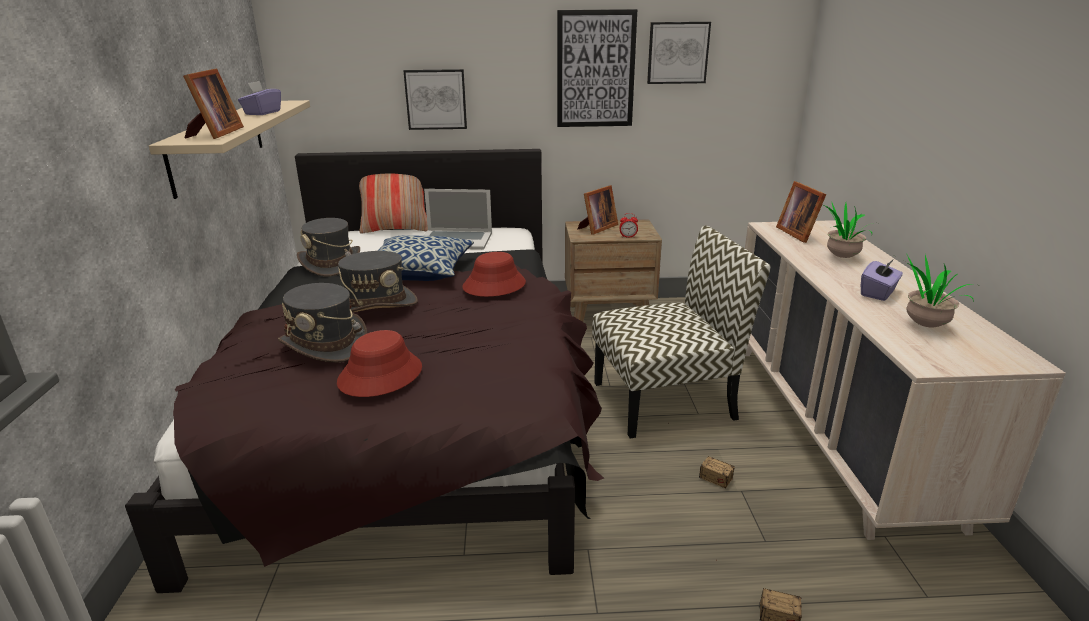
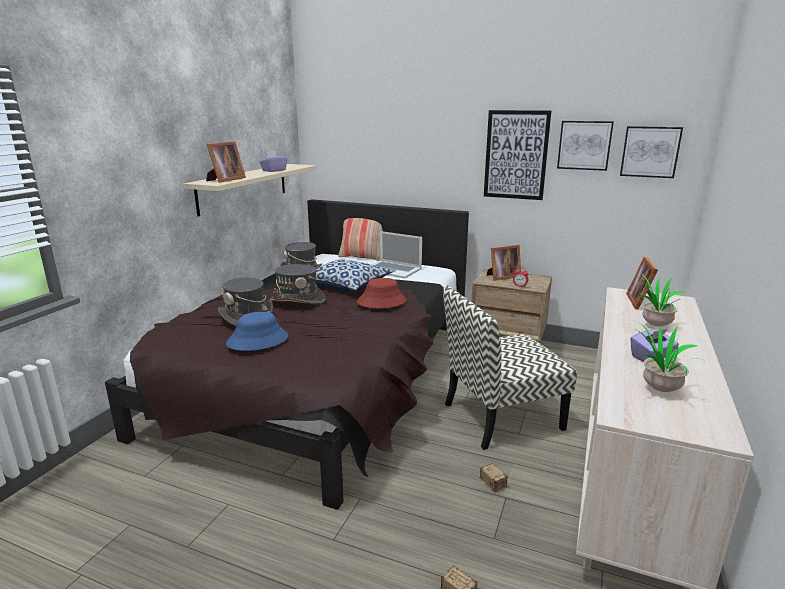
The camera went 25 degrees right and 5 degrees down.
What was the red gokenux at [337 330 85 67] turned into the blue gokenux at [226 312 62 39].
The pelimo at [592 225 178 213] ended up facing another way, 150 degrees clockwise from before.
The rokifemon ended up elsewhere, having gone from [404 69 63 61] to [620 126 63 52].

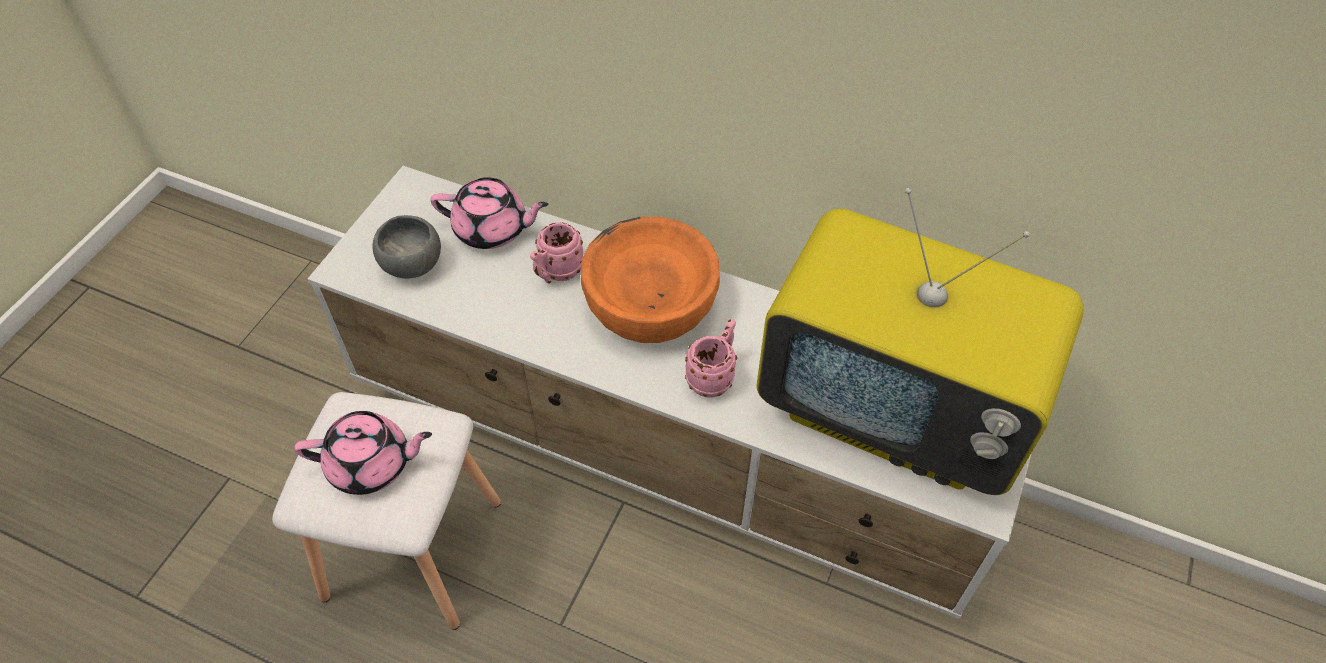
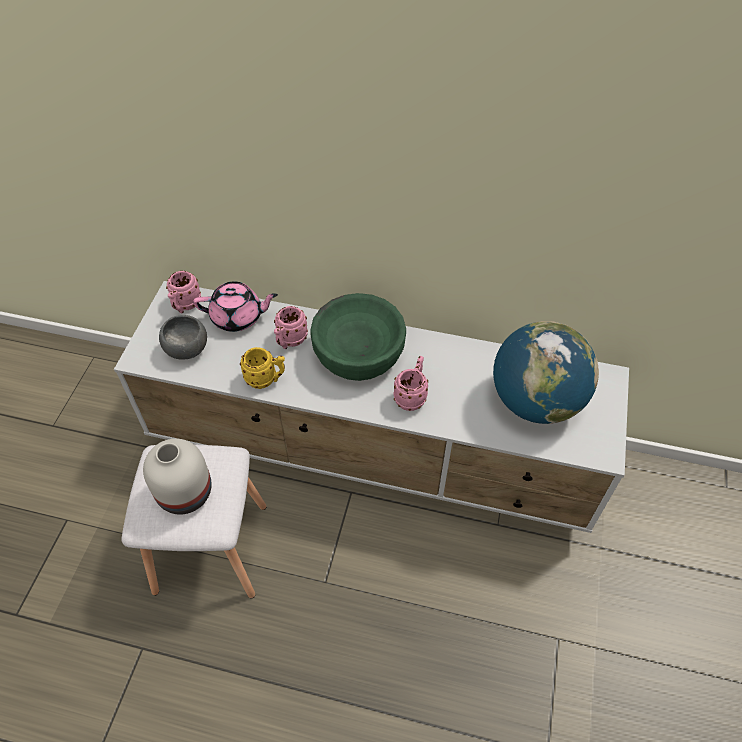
The camera went 10 degrees left and 0 degrees up.
Where the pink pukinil stood at [294 411 138 84], the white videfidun came to stand at [143 439 69 76].
The second view gained the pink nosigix at [166 271 35 42].
The second view gained the yellow nosigix at [240 347 45 42].
What was the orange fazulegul at [581 217 139 126] turned into the green fazulegul at [310 293 96 88].
Where the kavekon stood at [756 188 328 307], the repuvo came to stand at [493 321 106 103].

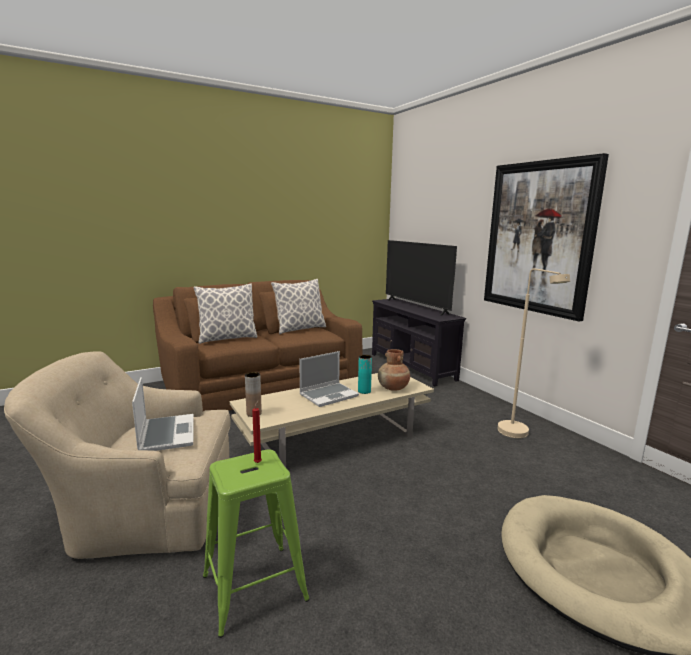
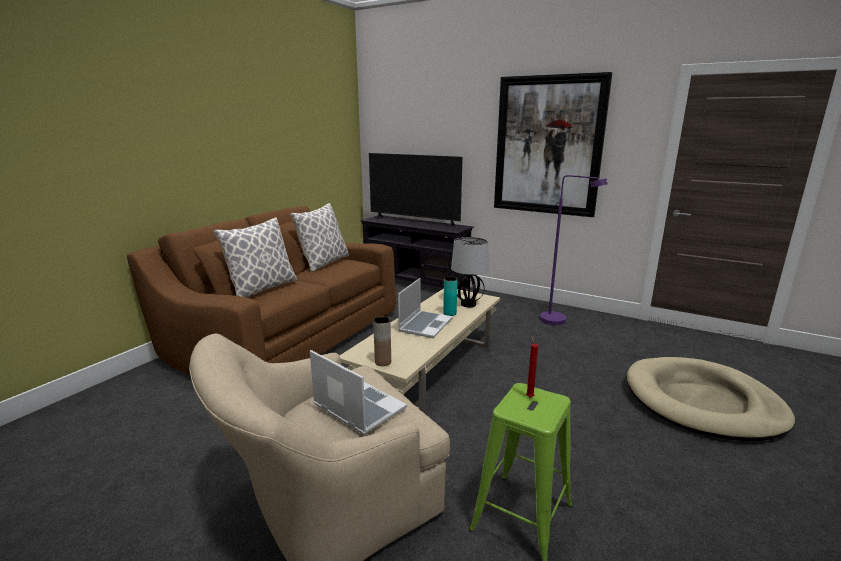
The camera went 30 degrees left and 5 degrees up.
Where the brown videfidun stood at [378 349 32 42], the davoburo came to stand at [451 237 38 70].
What was the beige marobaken at [497 269 73 169] turned into the purple marobaken at [540 175 68 151].

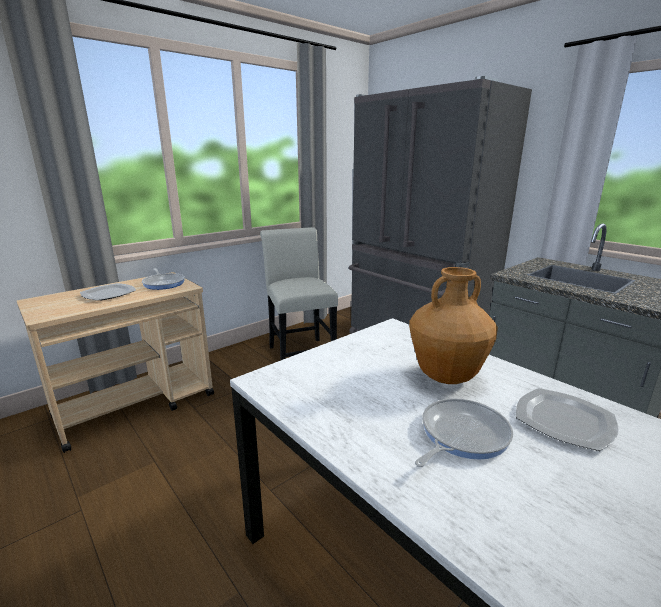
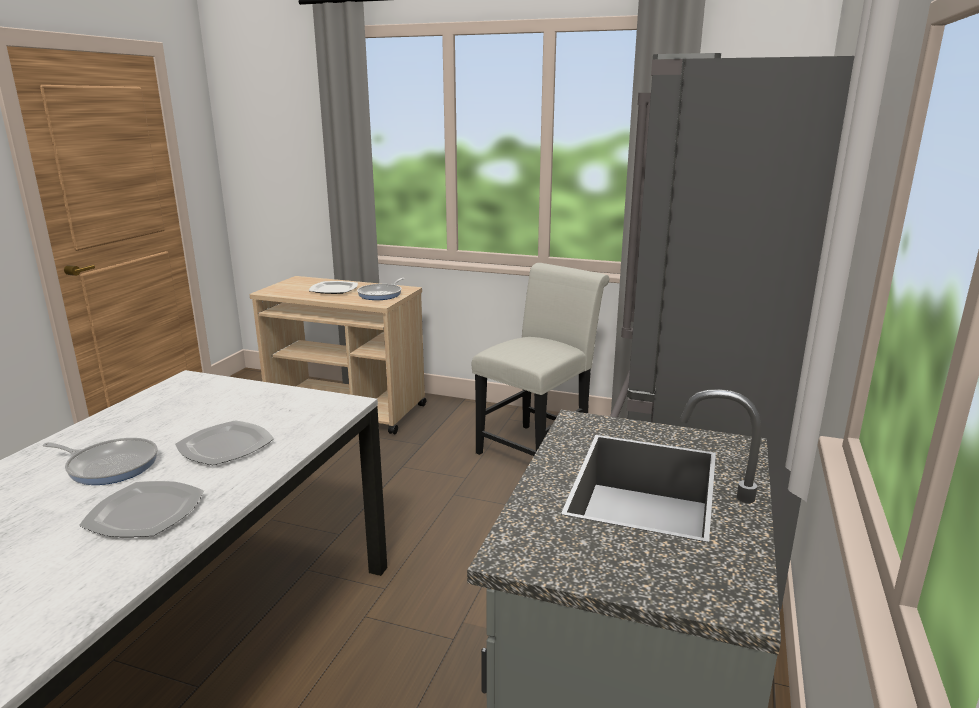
The camera went 60 degrees right and 0 degrees up.
Where the brown videfidun stood at [409 267 89 117], the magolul came to stand at [175 420 99 45].

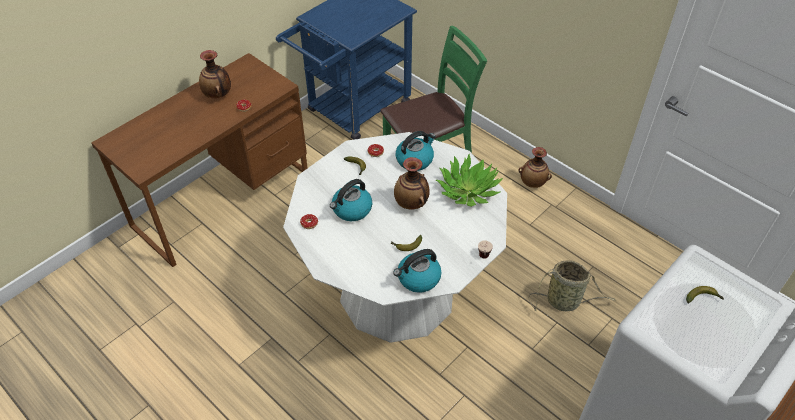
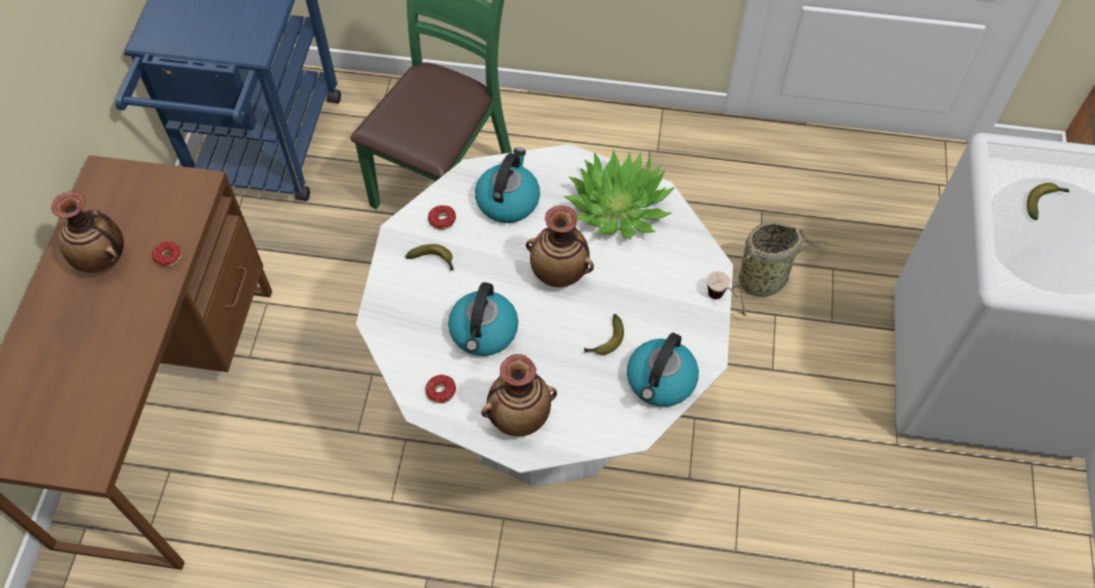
The camera went 35 degrees left and 10 degrees up.
The videfidun ended up elsewhere, having gone from [518 147 34 41] to [481 354 76 82].

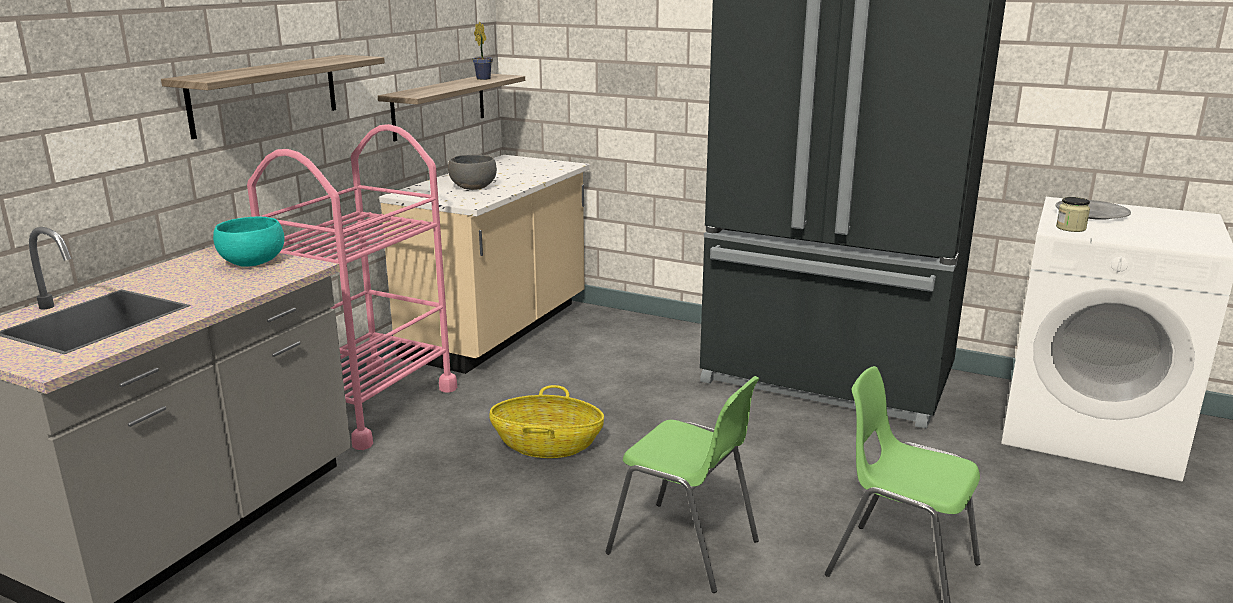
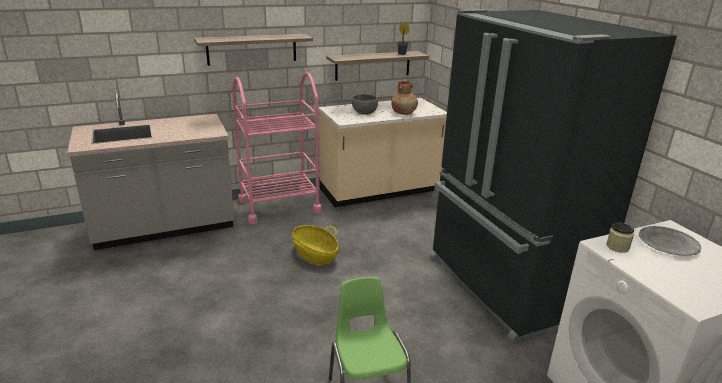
The camera went 40 degrees right and 5 degrees up.
The second view gained the brown videfidun at [391 81 27 34].
The second view lost the turquoise fazulegul at [213 217 71 50].
The second view lost the green pelimo at [606 376 153 217].

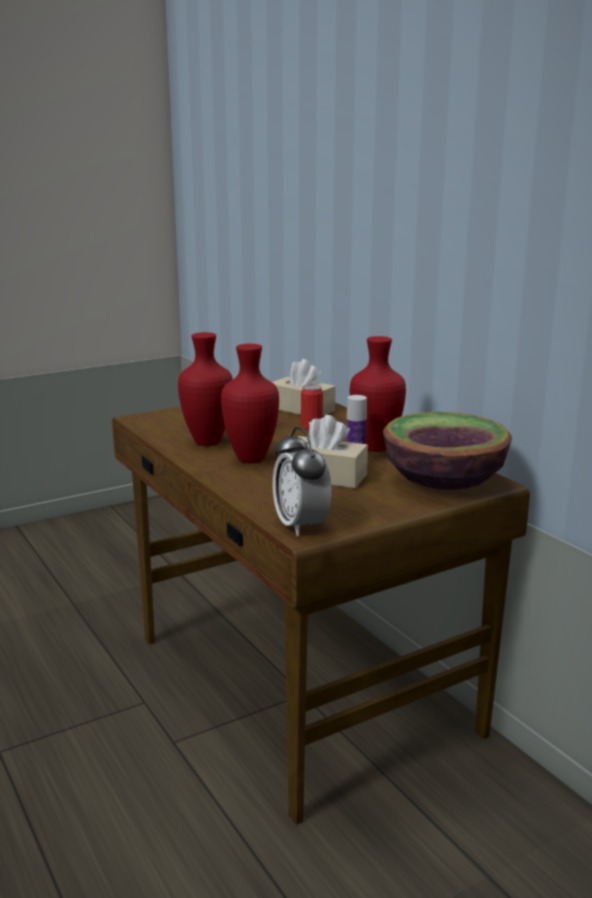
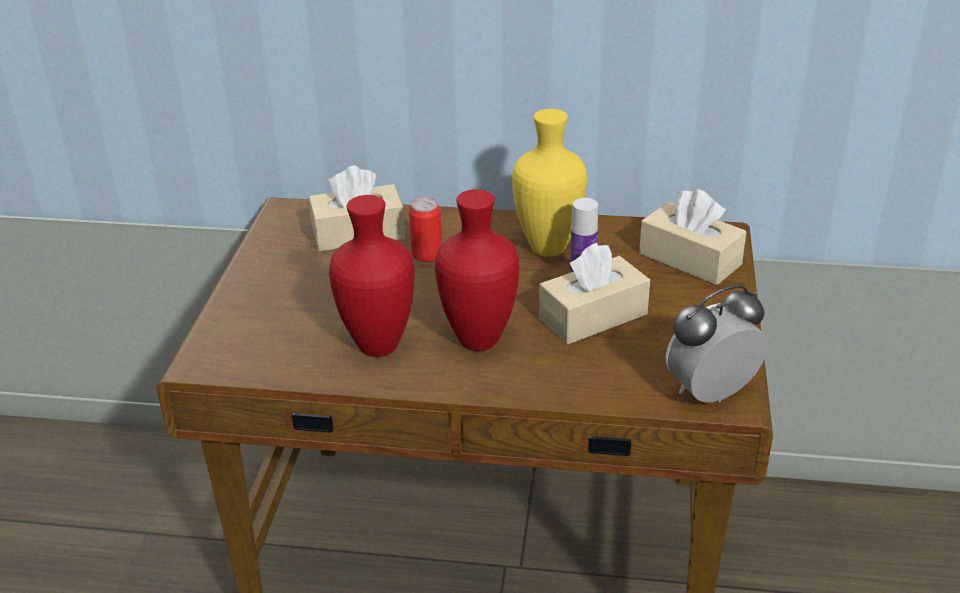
The camera went 50 degrees left and 15 degrees up.
What was the red videfidun at [350 336 56 116] turned into the yellow videfidun at [512 109 75 148].
Where the fazulegul stood at [383 412 129 78], the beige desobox came to stand at [639 189 107 96].
The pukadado at [273 427 59 109] ended up facing another way, 135 degrees clockwise from before.

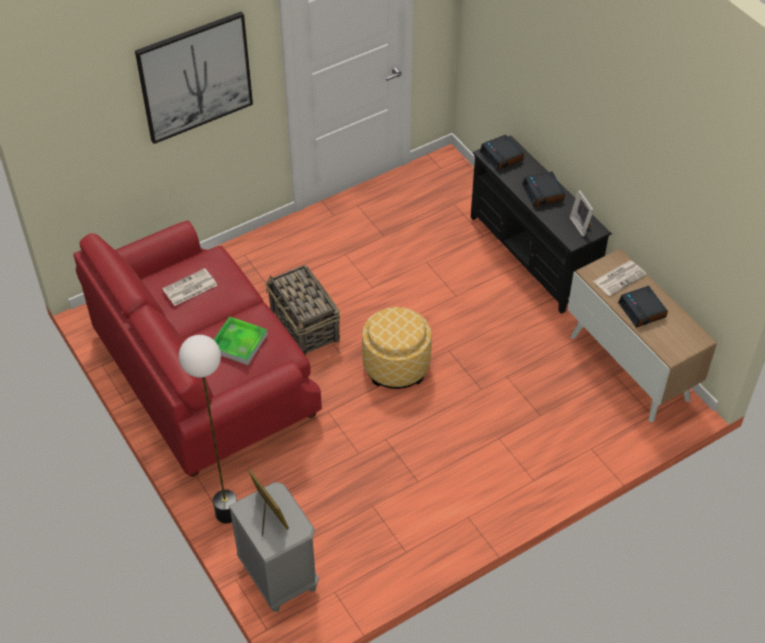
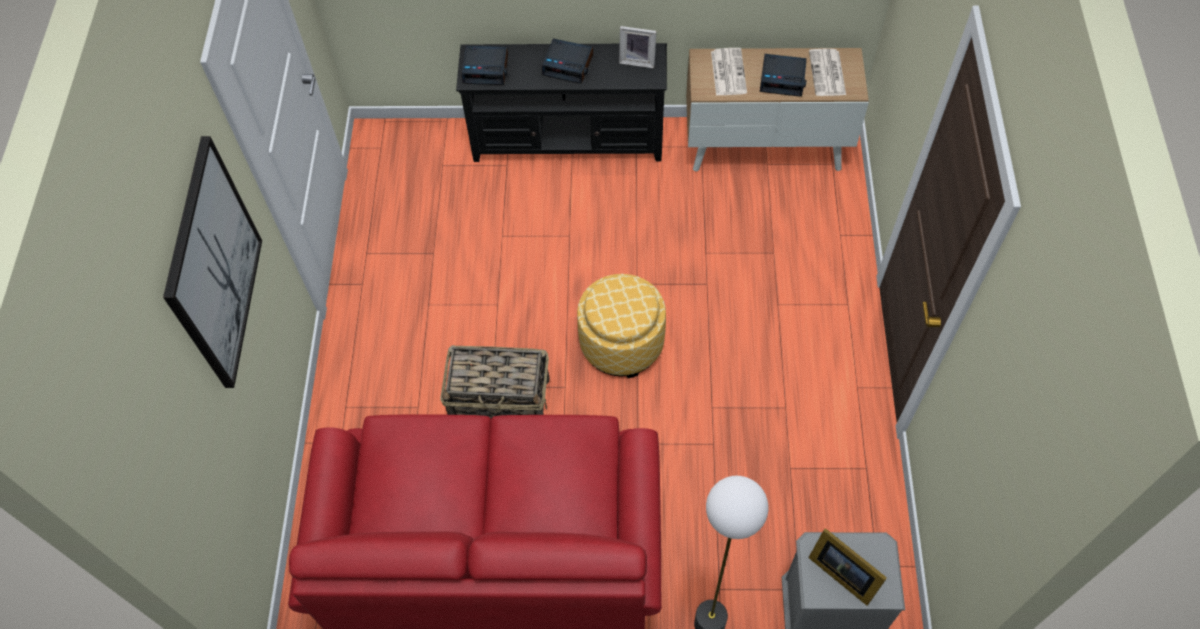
The camera went 55 degrees left and 10 degrees up.
The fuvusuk at [248 469 41 67] ended up facing another way, 135 degrees counterclockwise from before.
The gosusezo ended up elsewhere, having gone from [162 268 55 38] to [809 49 37 47].
The second view lost the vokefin at [214 316 54 49].

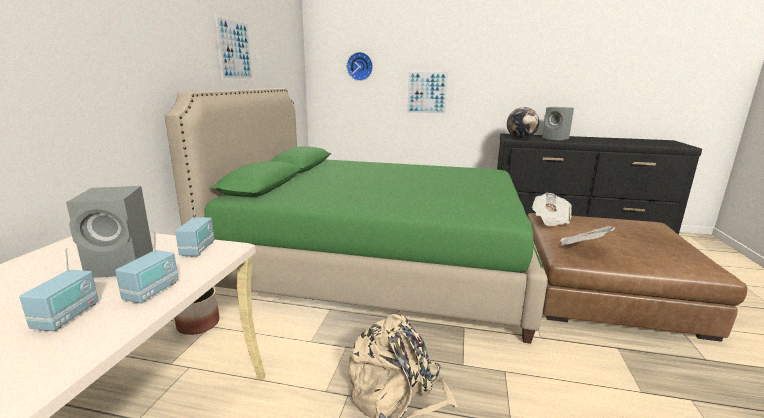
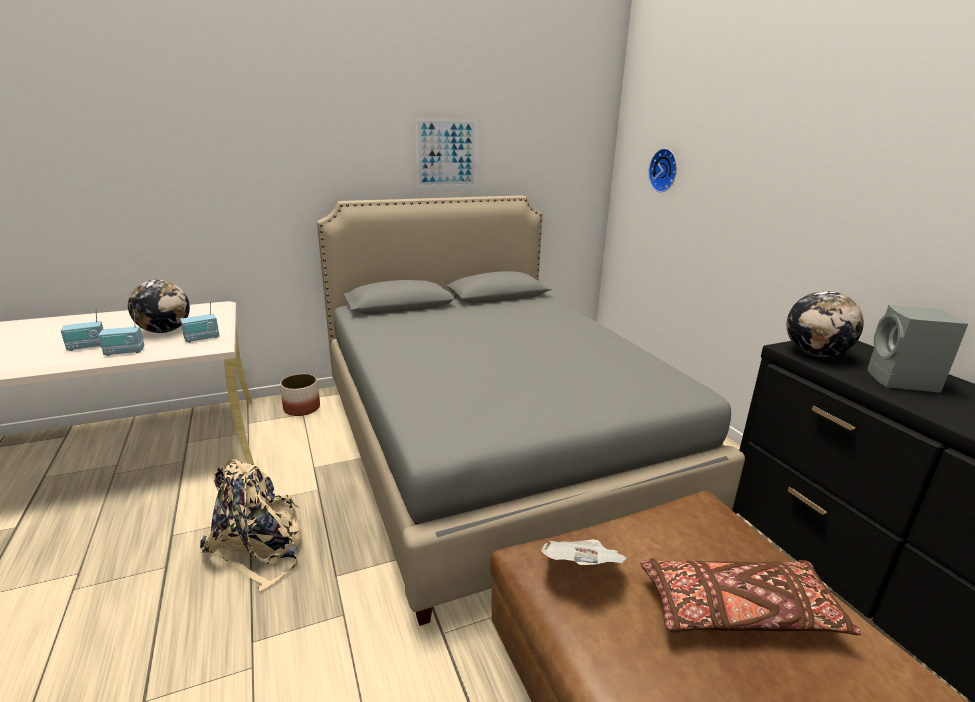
The camera went 55 degrees right and 5 degrees up.
Where the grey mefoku stood at [66 186 87 92], the repuvo came to stand at [128 280 62 53].
What was the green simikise at [165 88 383 256] turned into the grey simikise at [317 195 428 431].
The second view gained the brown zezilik at [640 558 222 77].
The second view lost the rokifemon at [406 71 44 44].
The second view lost the gosusezo at [532 193 40 33].

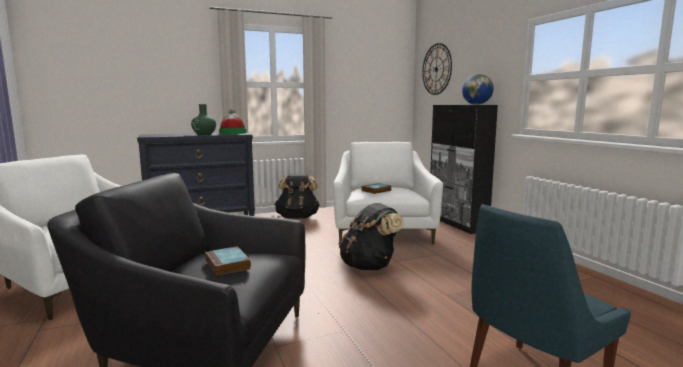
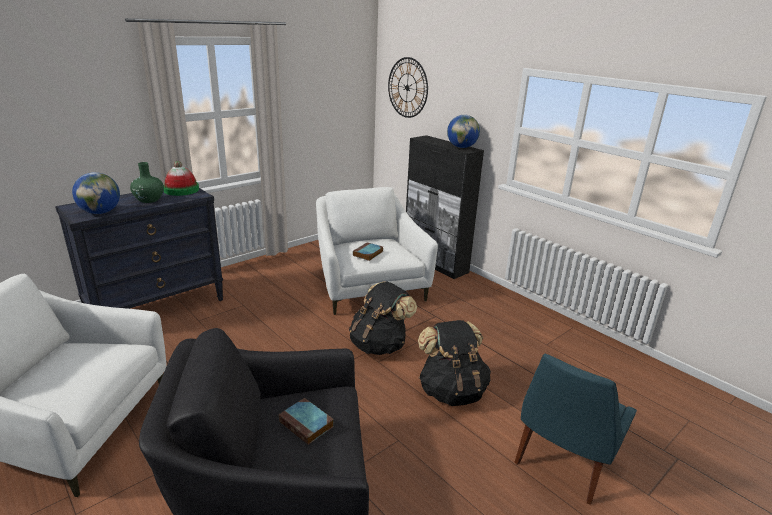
The camera went 20 degrees left and 15 degrees up.
The second view gained the repuvo at [72 172 48 42].
The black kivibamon ended up elsewhere, having gone from [275 174 45 45] to [418 320 73 86].

